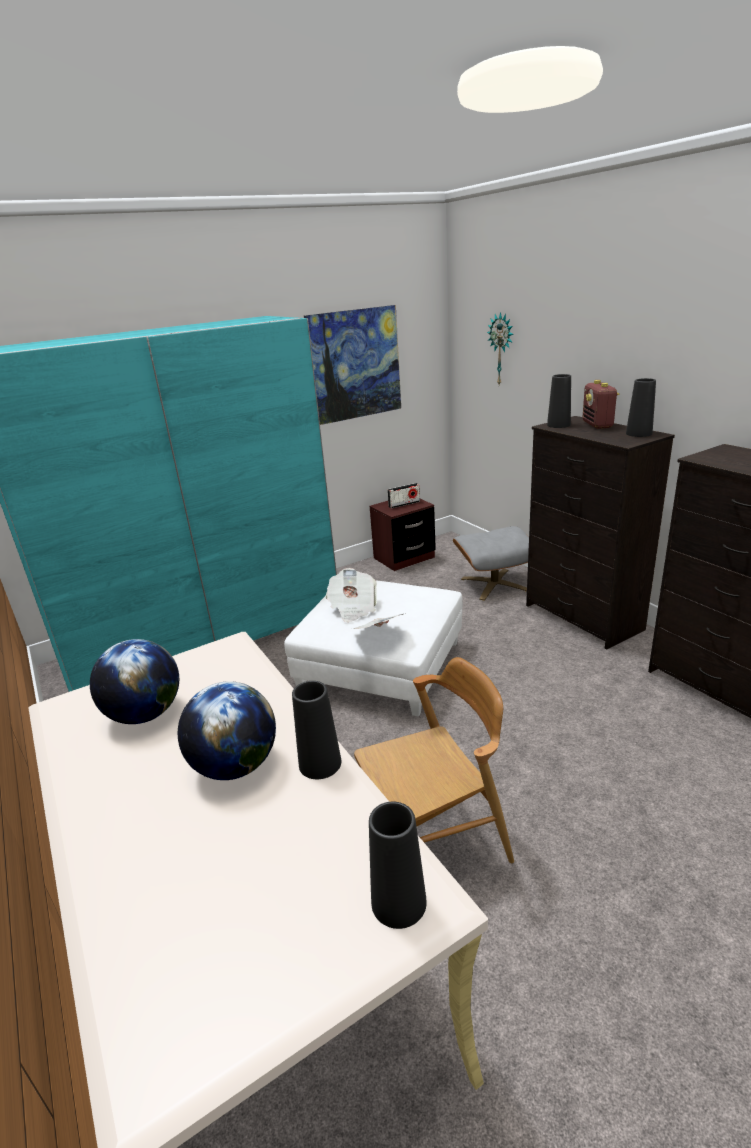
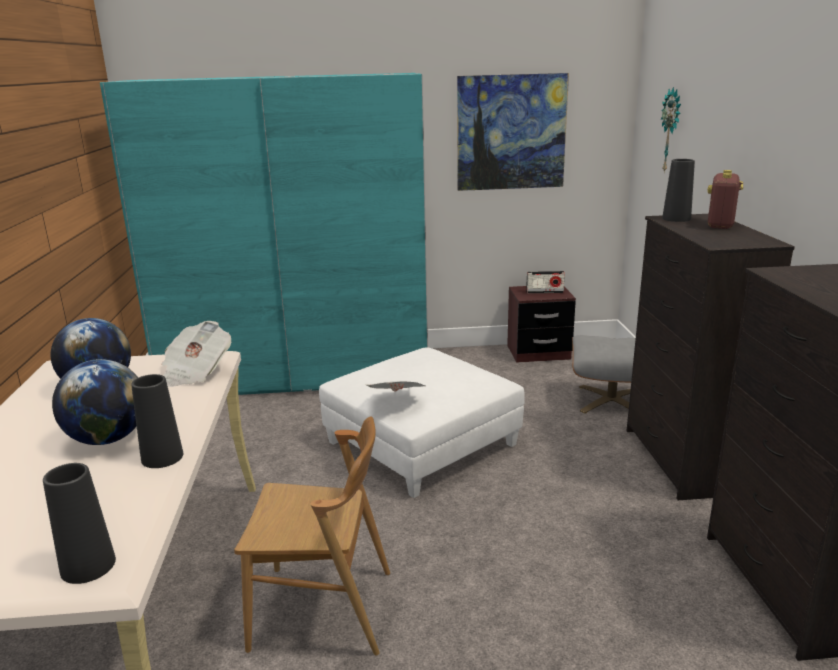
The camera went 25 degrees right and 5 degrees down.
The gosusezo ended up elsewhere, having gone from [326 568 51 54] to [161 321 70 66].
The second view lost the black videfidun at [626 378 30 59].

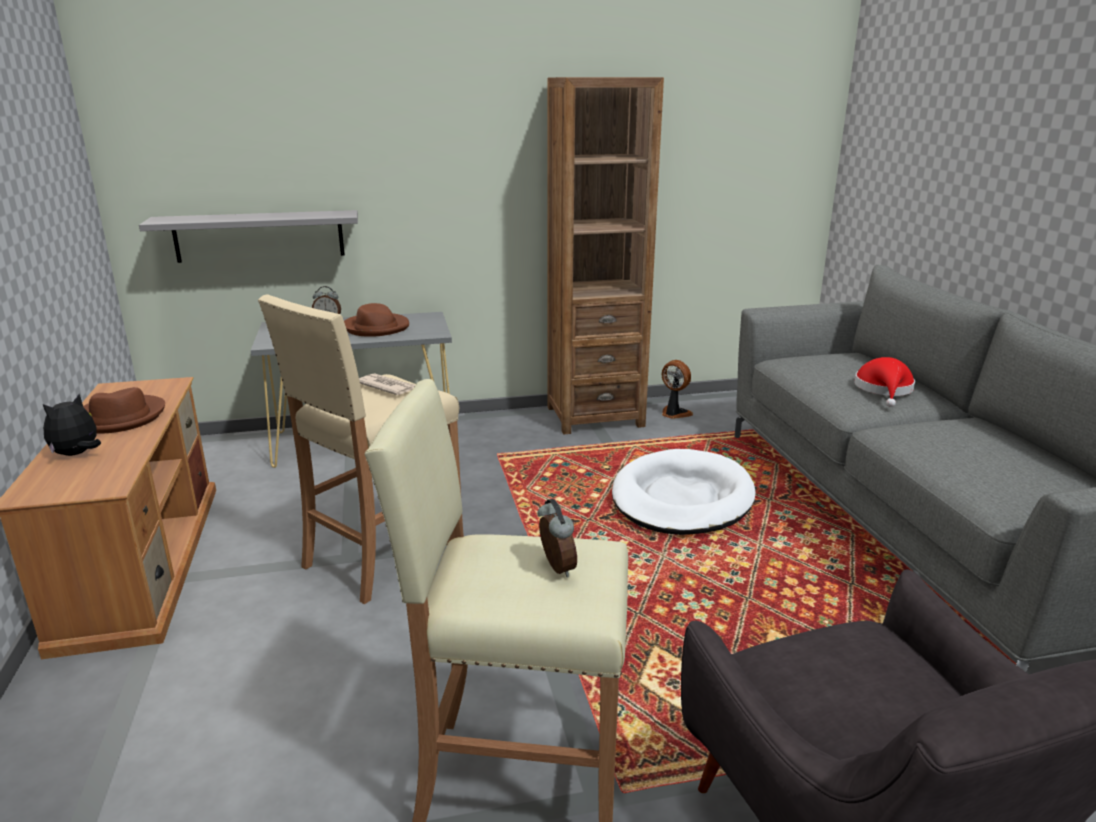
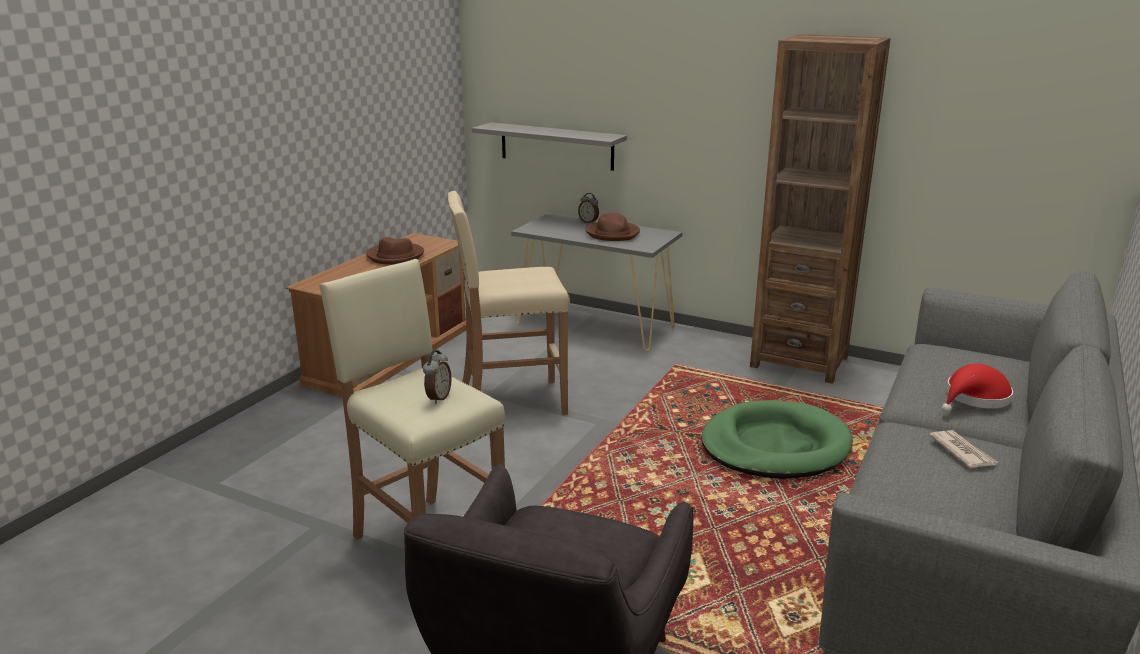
The camera went 40 degrees right and 0 degrees up.
What was the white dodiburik at [612 449 144 86] turned into the green dodiburik at [702 400 151 79].
The gosusezo ended up elsewhere, having gone from [359 373 56 22] to [929 430 69 38].
The second view lost the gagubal at [43 394 58 62].
The second view lost the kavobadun at [662 360 31 59].

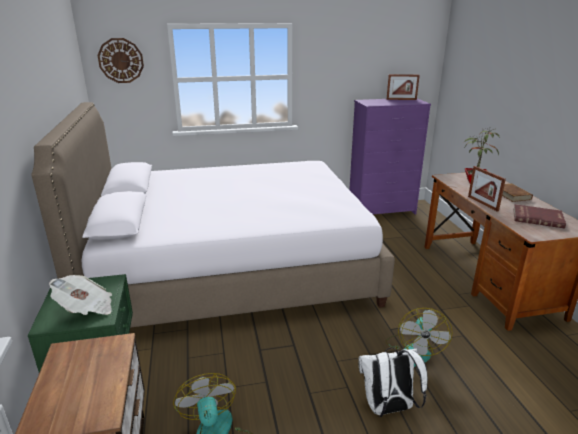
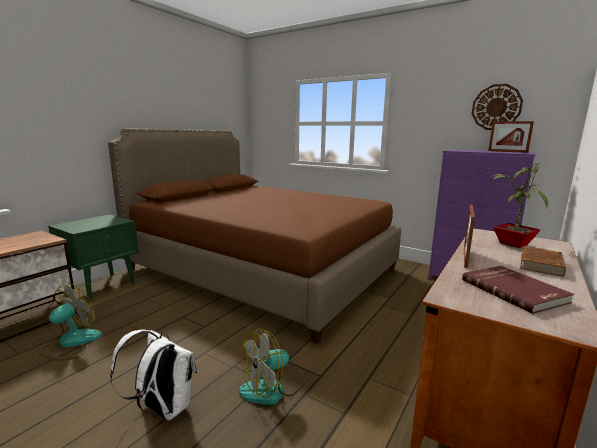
The camera went 45 degrees right and 10 degrees down.
What was the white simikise at [31 102 364 226] turned into the brown simikise at [108 128 293 216].
The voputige ended up elsewhere, having gone from [97 38 47 45] to [472 84 51 46].
The second view lost the gosusezo at [49 275 63 40].

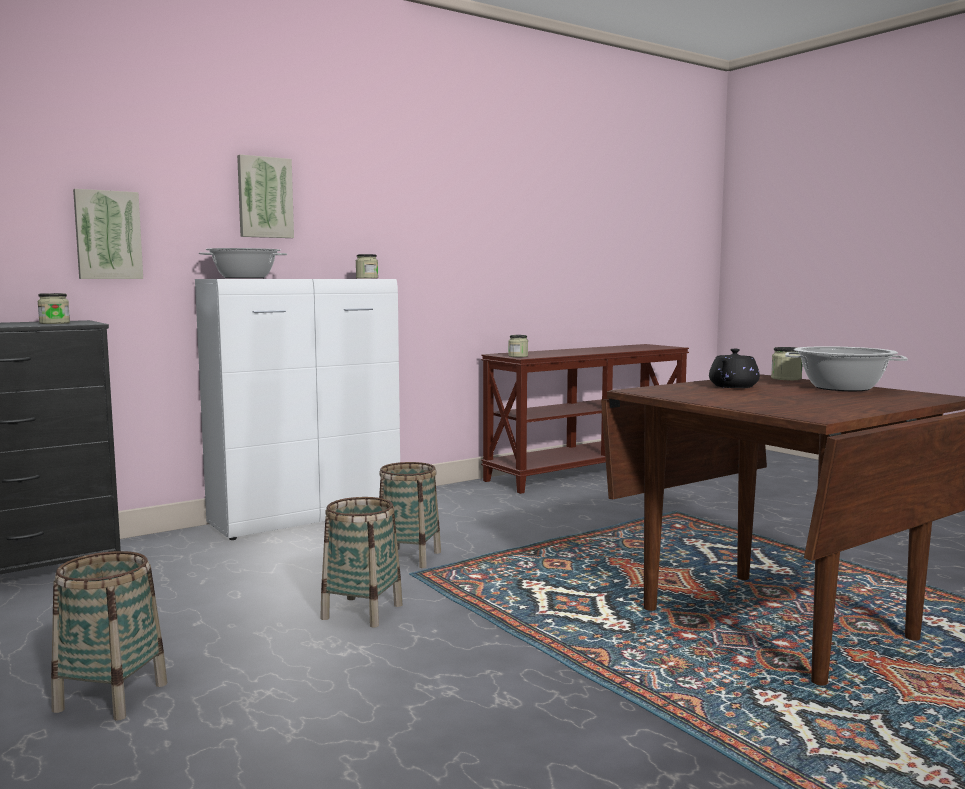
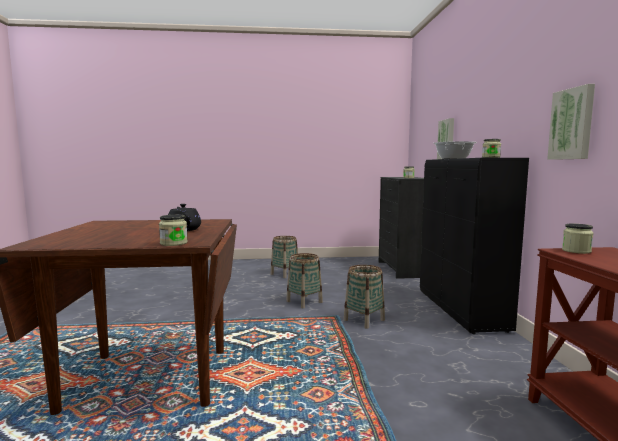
The camera went 120 degrees right and 0 degrees up.
What was the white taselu at [195 279 205 261] turned into the black taselu at [420 158 109 176].
The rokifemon ended up elsewhere, having gone from [237 154 57 84] to [547 84 48 76].
The second view lost the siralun at [785 346 123 45].

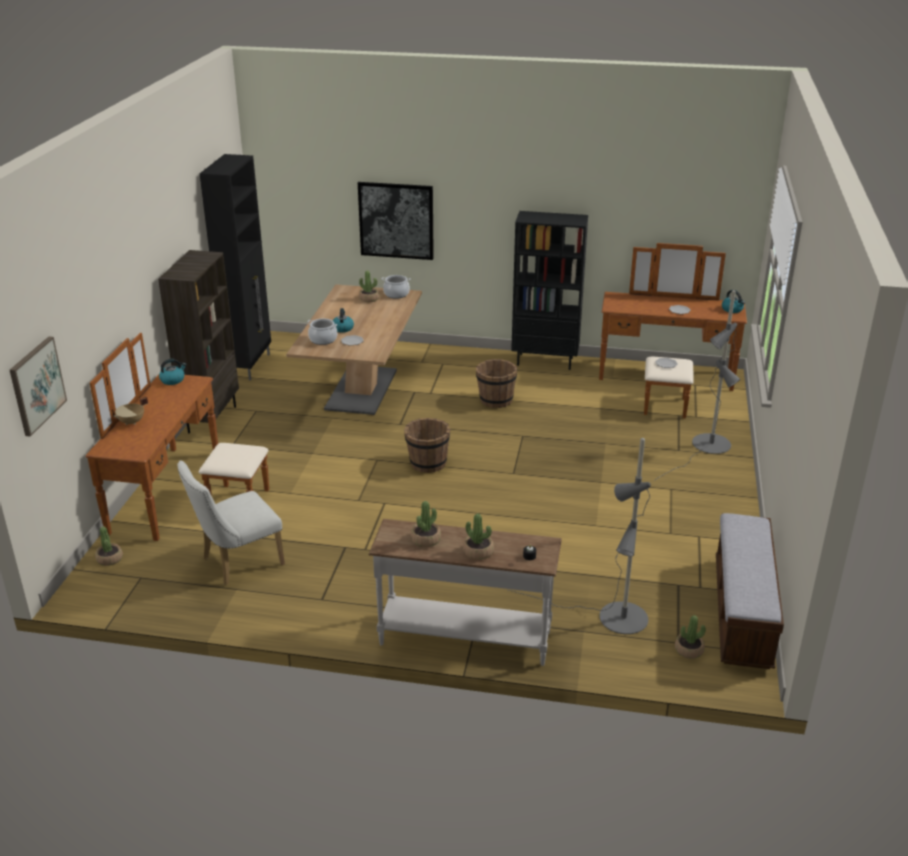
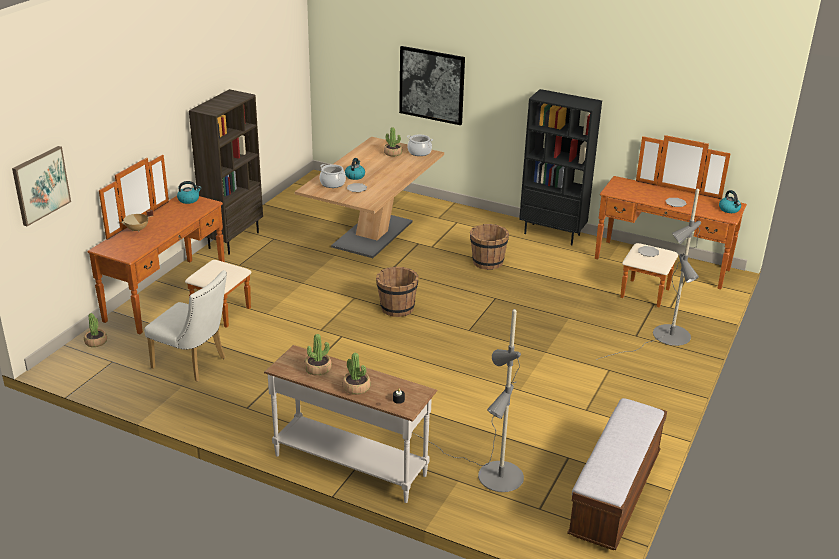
The camera went 15 degrees right and 0 degrees up.
The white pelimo at [177 460 108 125] ended up facing another way, 135 degrees counterclockwise from before.
The second view lost the black taselu at [200 154 71 227].
The second view lost the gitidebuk at [675 615 31 44].

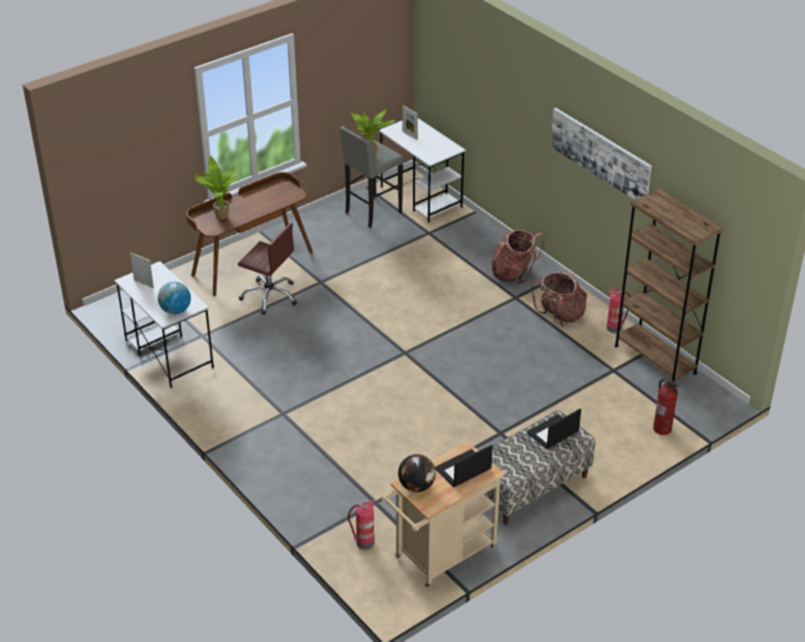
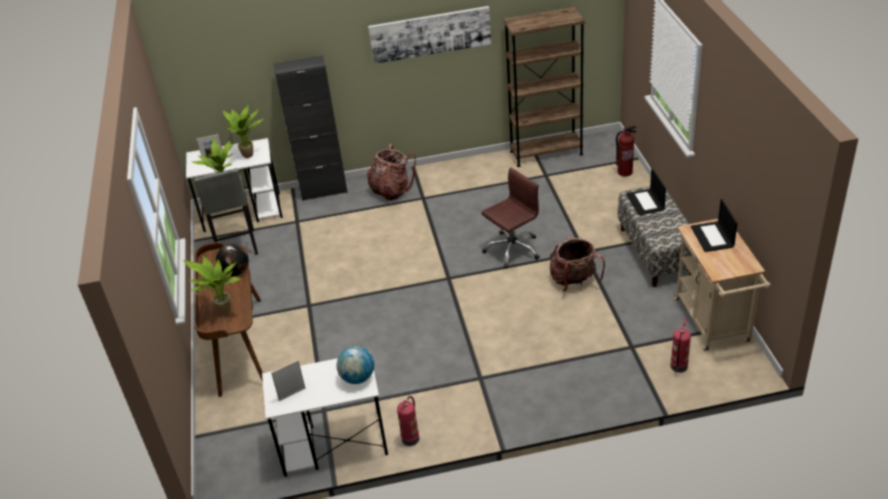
The camera went 60 degrees left and 0 degrees up.
The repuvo ended up elsewhere, having gone from [398 454 38 38] to [216 244 33 32].
The second view gained the gitidebuk at [223 105 41 53].
The second view gained the black taselu at [274 55 74 146].
The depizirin ended up elsewhere, having gone from [606 288 25 45] to [397 396 22 50].
The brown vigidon ended up elsewhere, having gone from [238 223 59 92] to [481 167 59 102].
The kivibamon ended up elsewhere, having gone from [531 271 56 56] to [550 236 55 56].

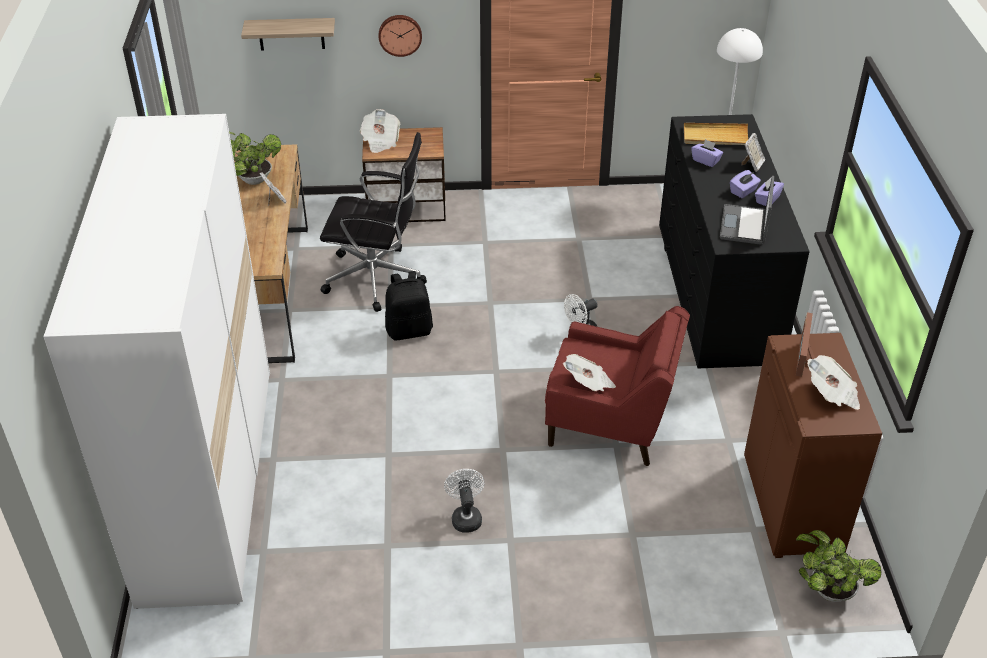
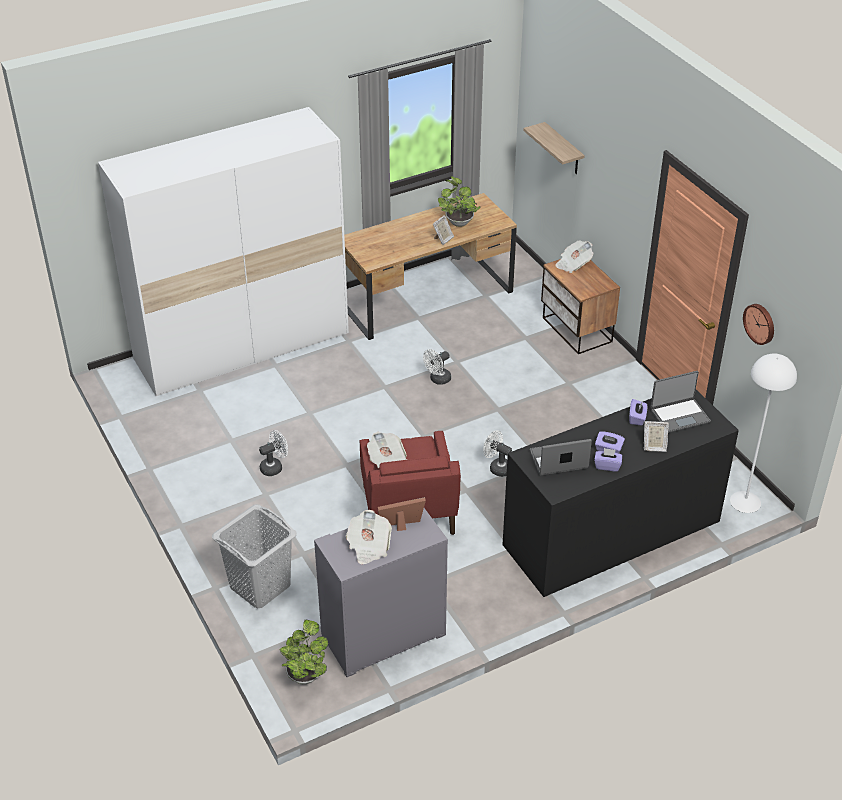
The camera went 65 degrees right and 0 degrees up.
The second view gained the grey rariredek at [212 504 85 104].
What was the brown taselu at [744 333 138 225] turned into the grey taselu at [314 508 134 169].
Where the black kivibamon stood at [385 271 48 70], the white kavobadun came to stand at [423 349 28 36].
Where the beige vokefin stood at [684 123 64 22], the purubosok came to stand at [651 371 60 62].
The voputige ended up elsewhere, having gone from [379 15 43 42] to [743 304 31 41].
The second view lost the black vigidon at [320 132 107 180].

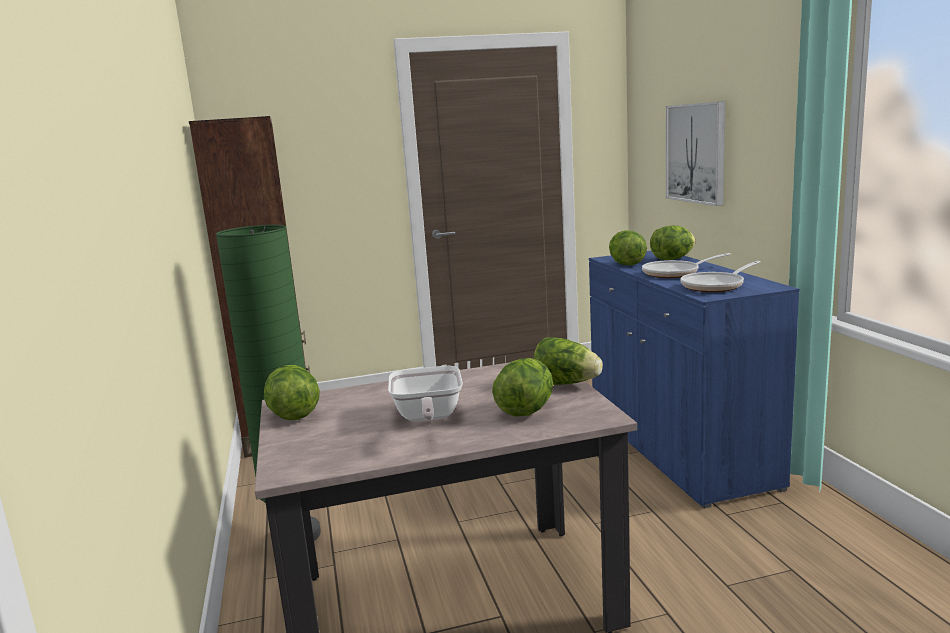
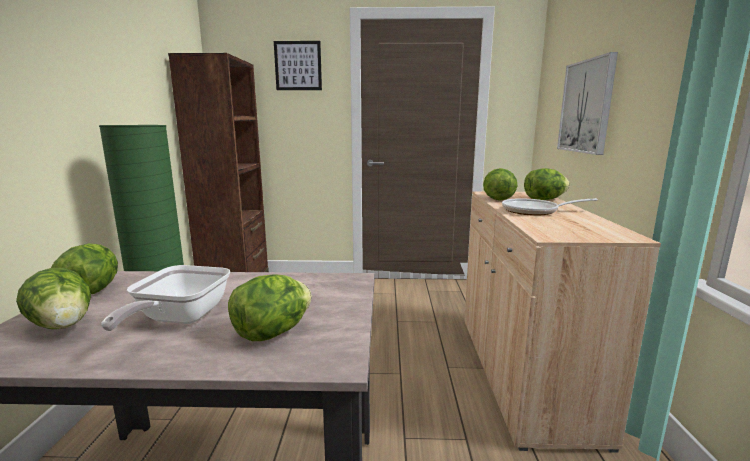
The camera went 15 degrees right and 0 degrees up.
The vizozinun ended up elsewhere, having gone from [534 337 69 48] to [16 268 75 61].
The second view gained the rokifemon at [274 41 48 49].
What was the blue taselu at [589 251 211 257] turned into the beige taselu at [464 191 197 262].
The second view lost the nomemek at [680 261 81 31].

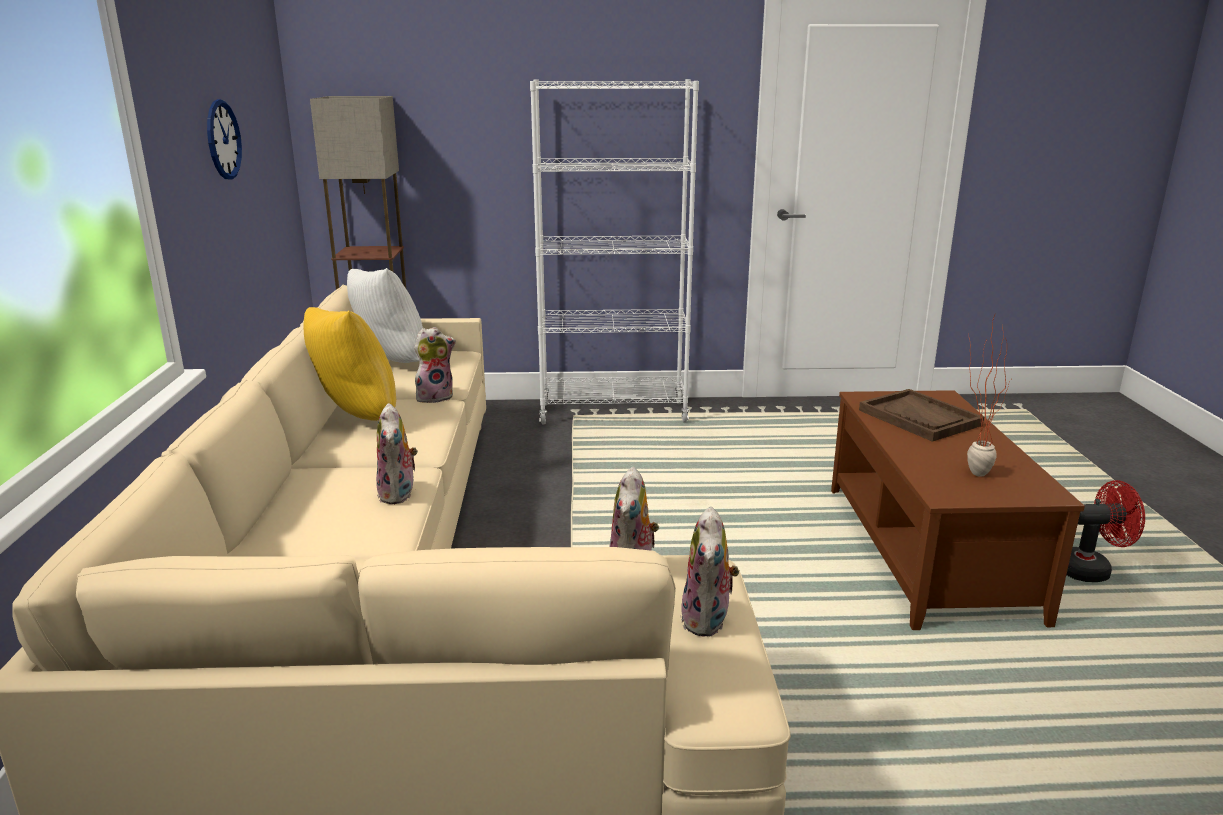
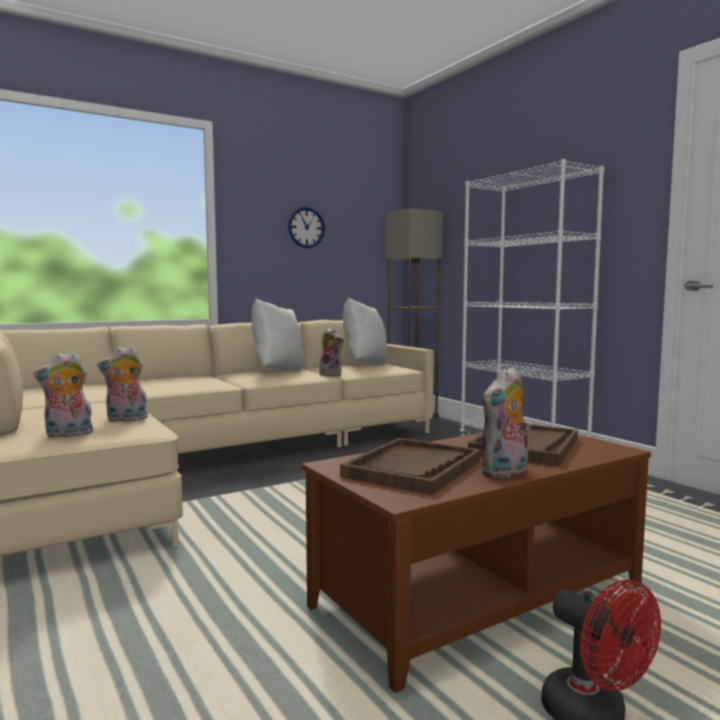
The camera went 60 degrees right and 15 degrees down.
What was the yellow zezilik at [303 307 93 114] turned into the white zezilik at [252 298 52 73].
Where the gitidebuk stood at [967 315 46 162], the brown vokefin came to stand at [340 438 141 57].
The gagubal ended up elsewhere, having gone from [376 403 42 101] to [481 367 54 111].

